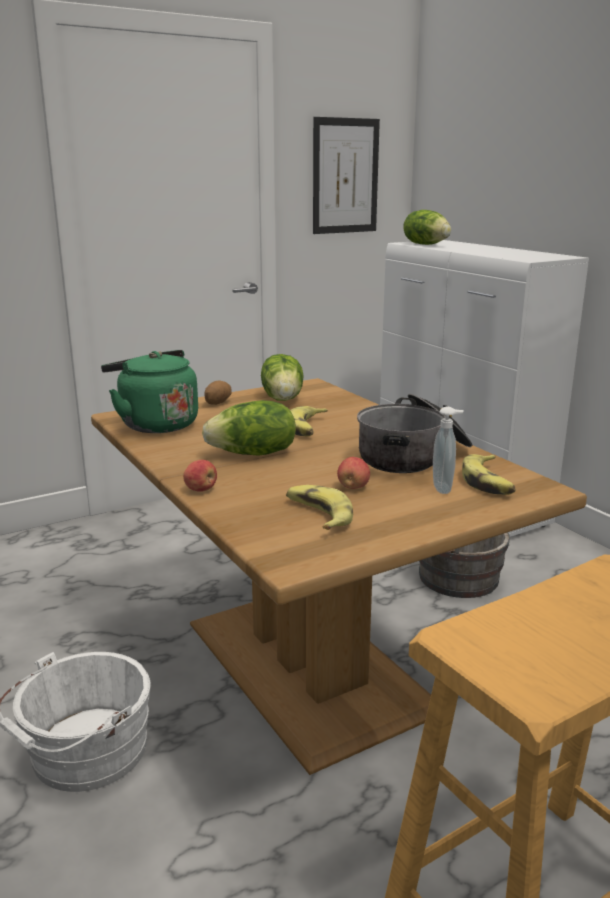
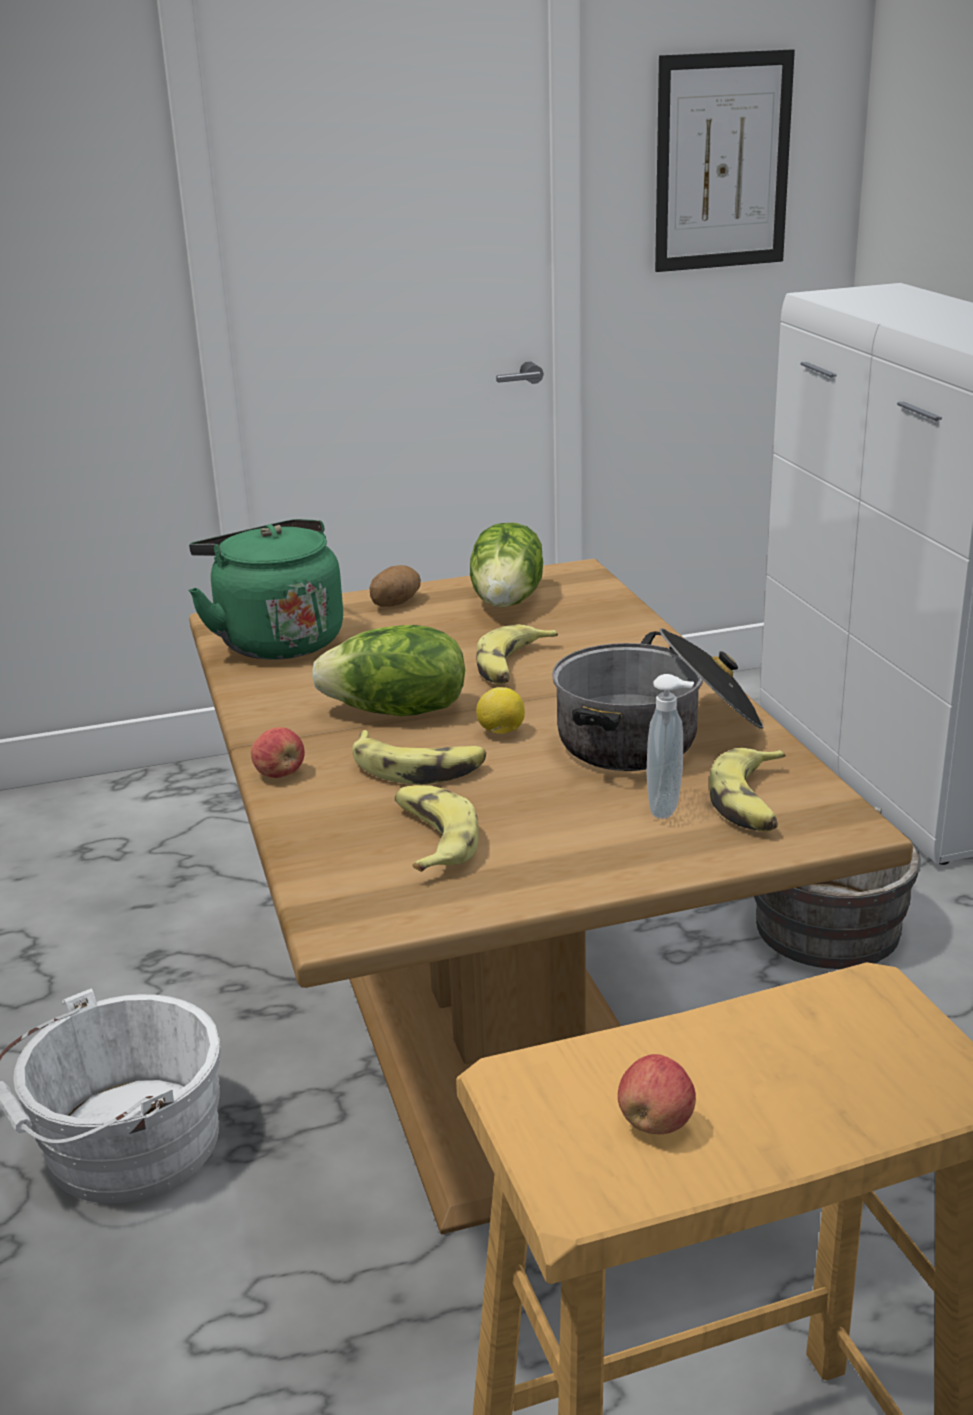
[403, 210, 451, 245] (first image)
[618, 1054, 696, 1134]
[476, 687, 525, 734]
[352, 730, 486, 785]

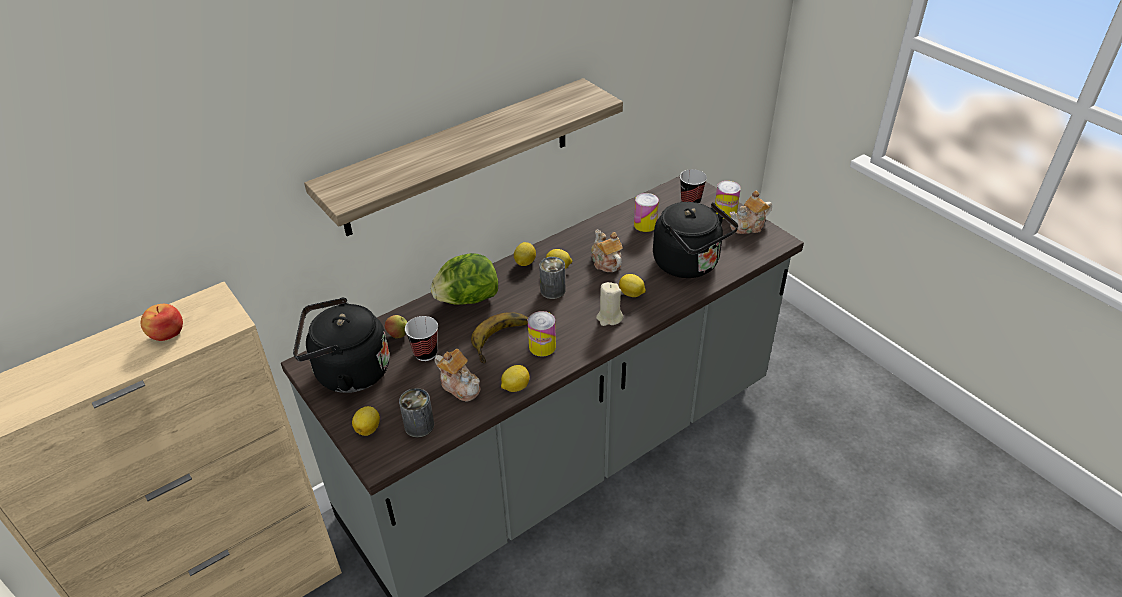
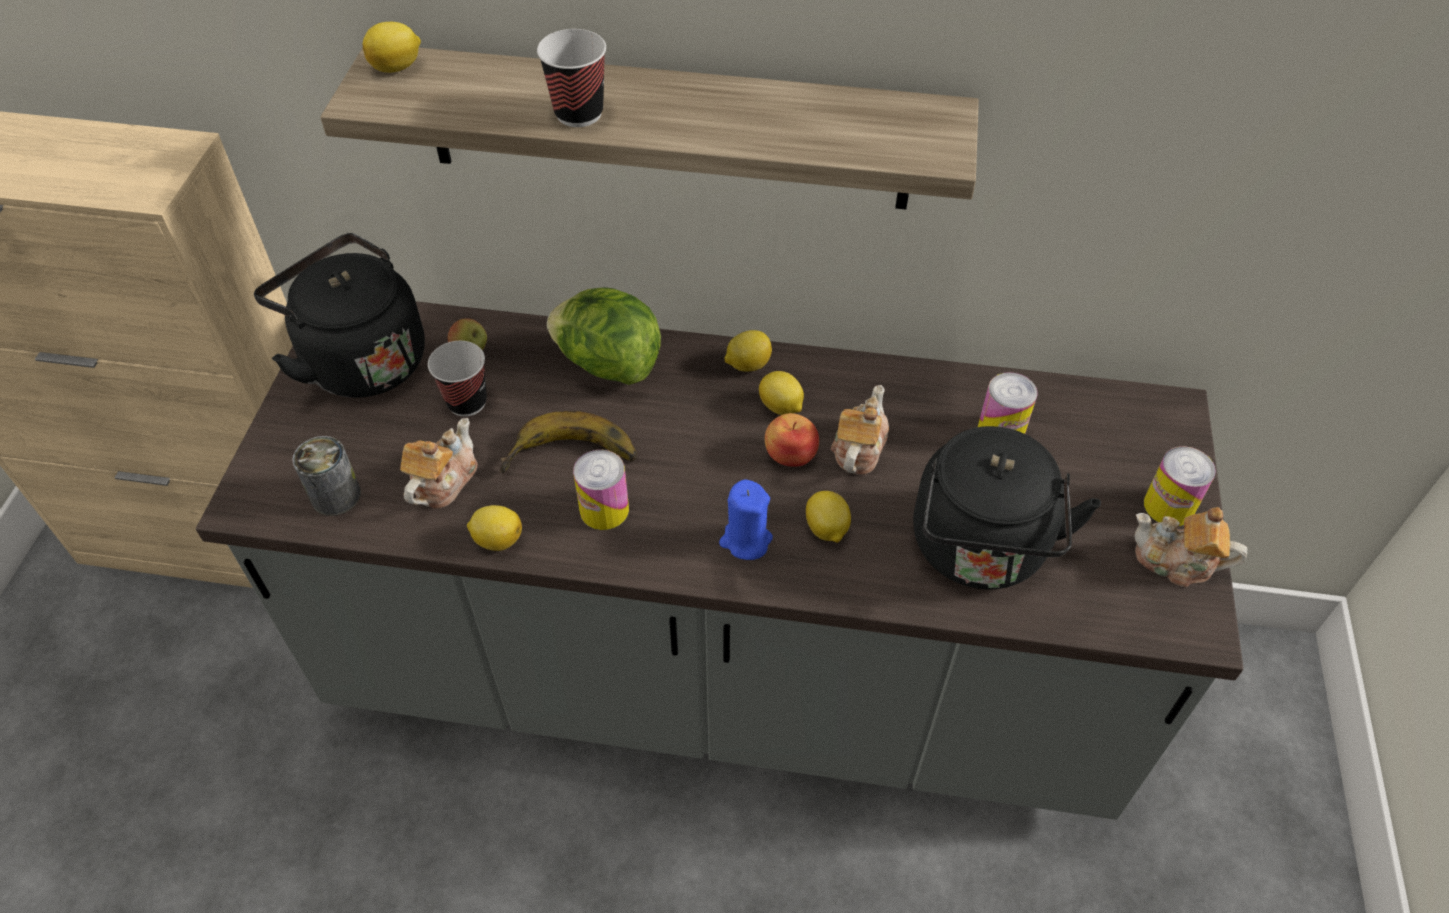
[537, 29, 606, 127]
[539, 257, 565, 299] (first image)
[719, 479, 773, 560]
[765, 413, 819, 467]
[400, 418, 477, 509]
[362, 22, 421, 73]

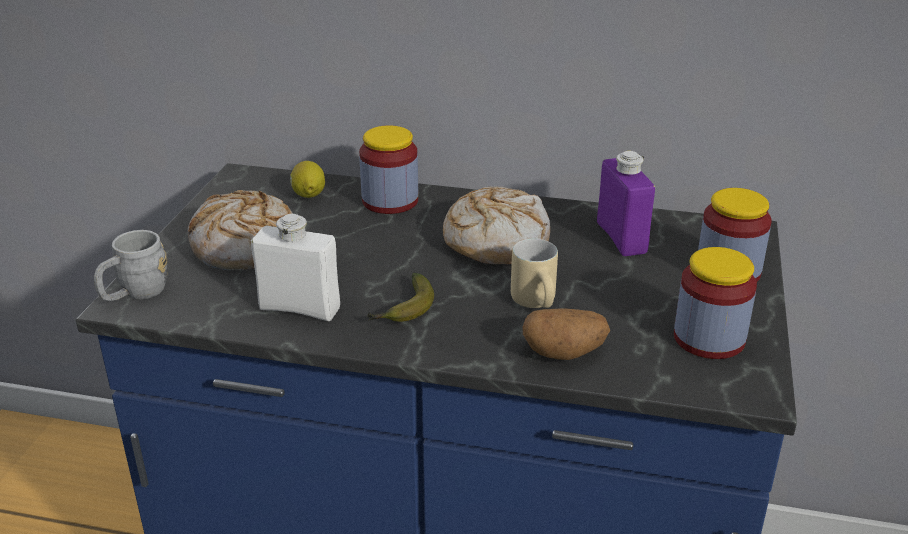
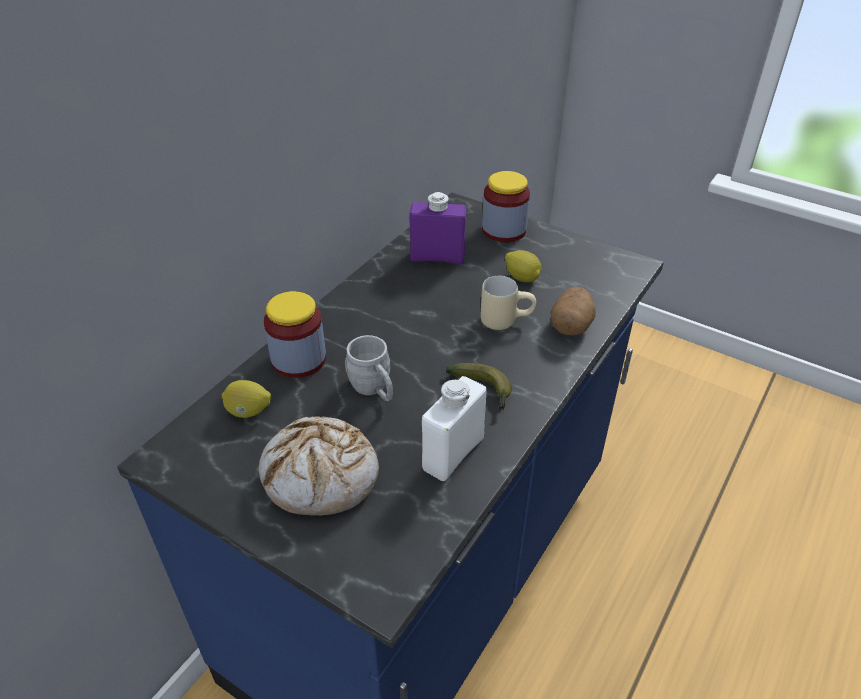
[443, 186, 550, 265] (first image)
[345, 335, 393, 401]
[674, 247, 757, 359] (first image)
[505, 250, 542, 282]

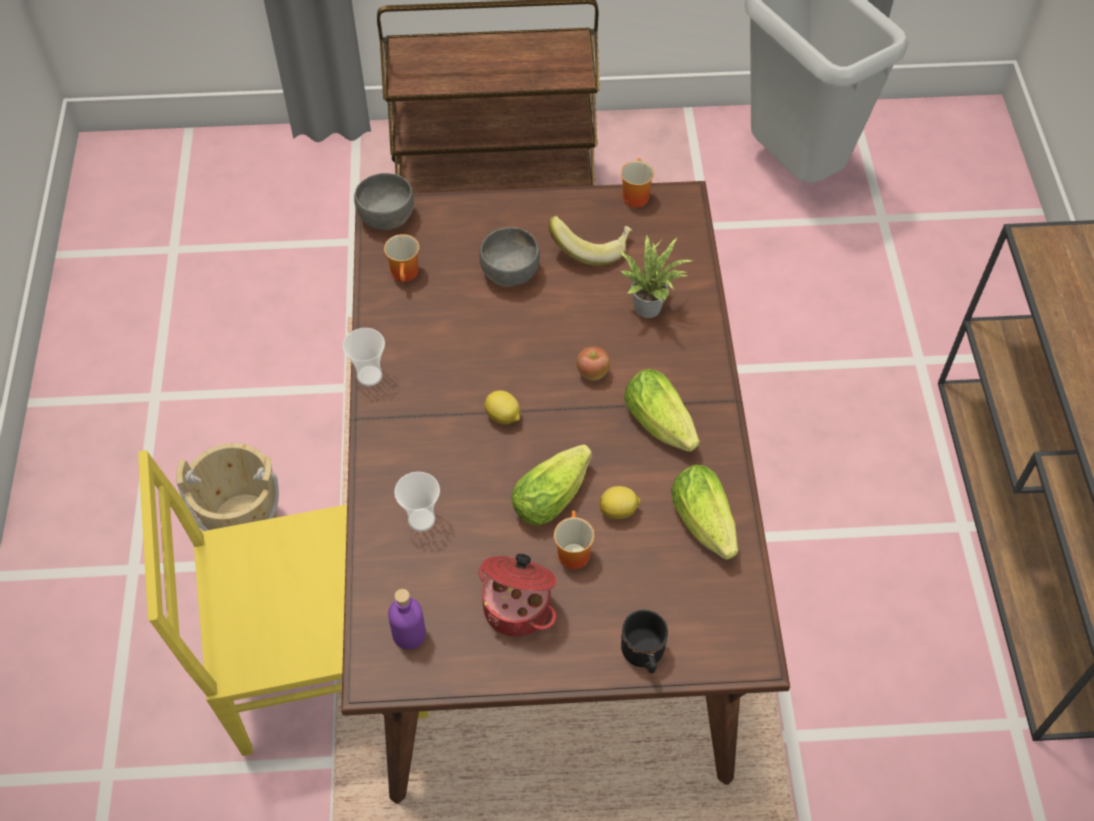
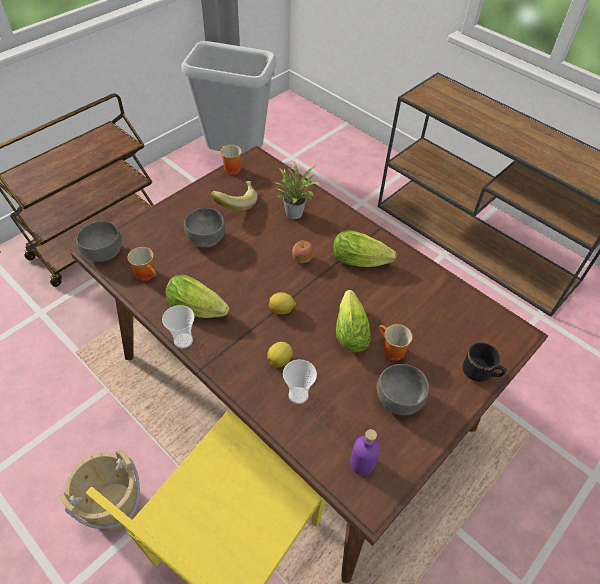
[165, 275, 229, 318]
[267, 342, 293, 367]
[377, 364, 429, 415]

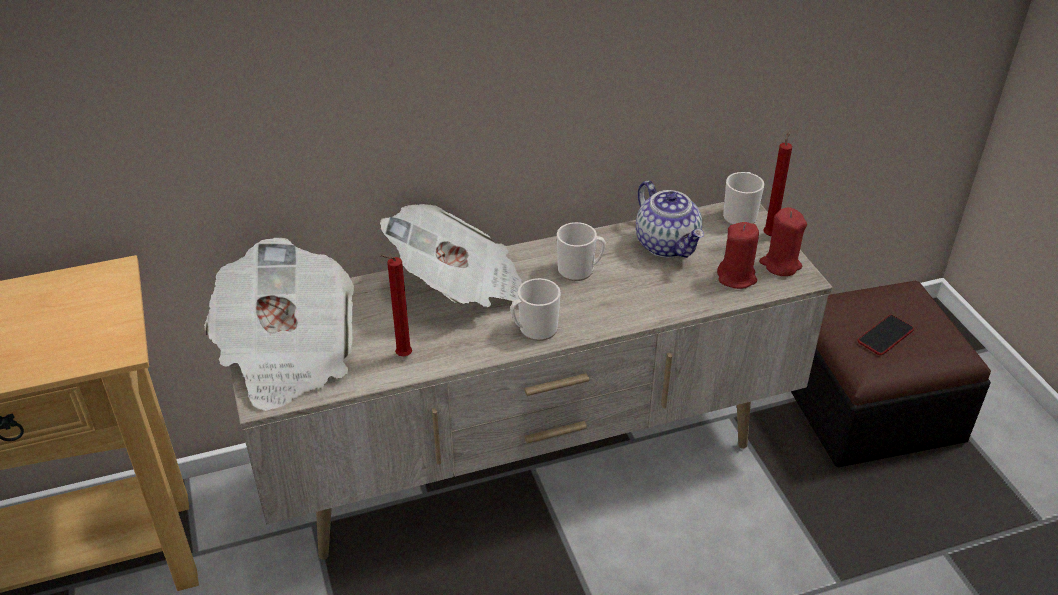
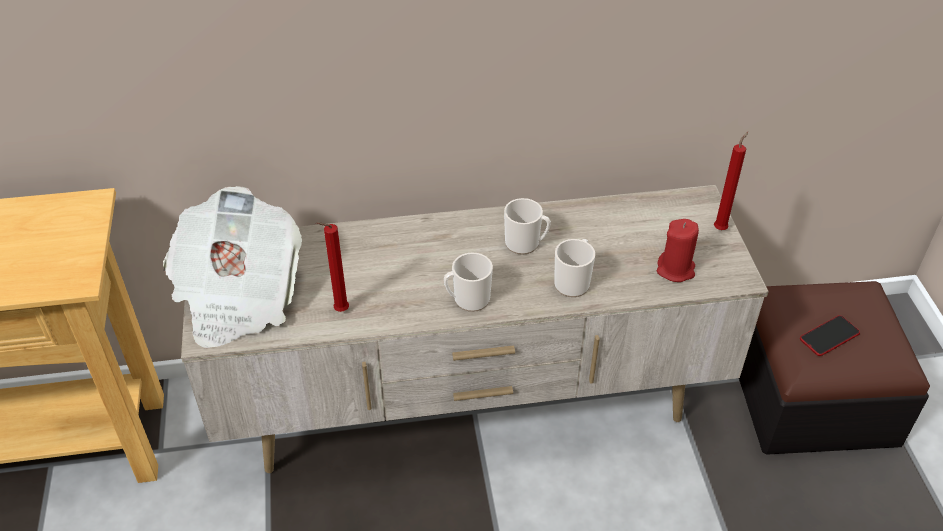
[554, 239, 595, 297]
[636, 181, 704, 258] (first image)
[380, 204, 523, 307] (first image)
[759, 207, 807, 276] (first image)

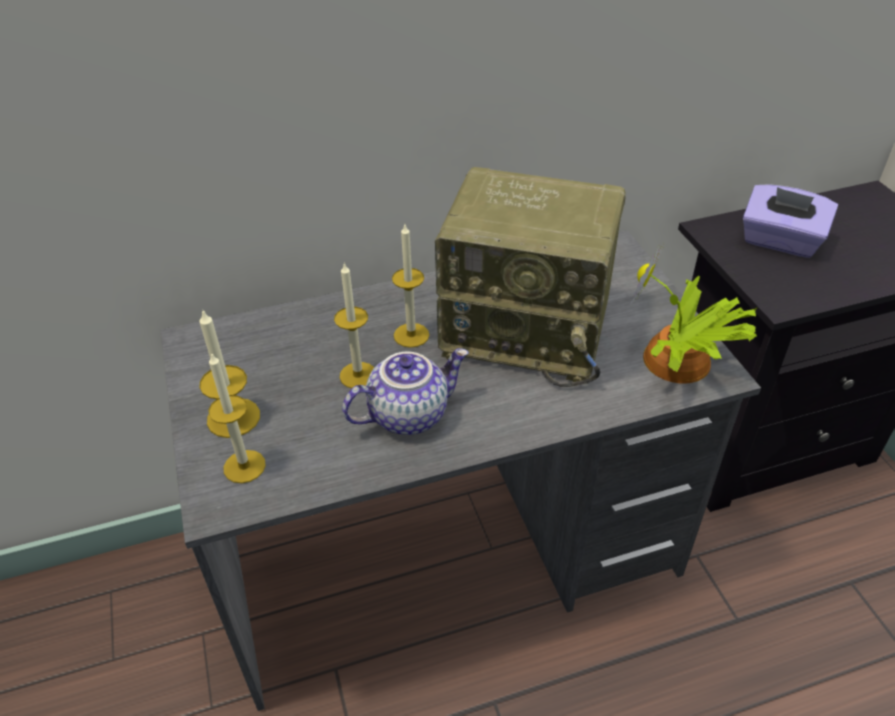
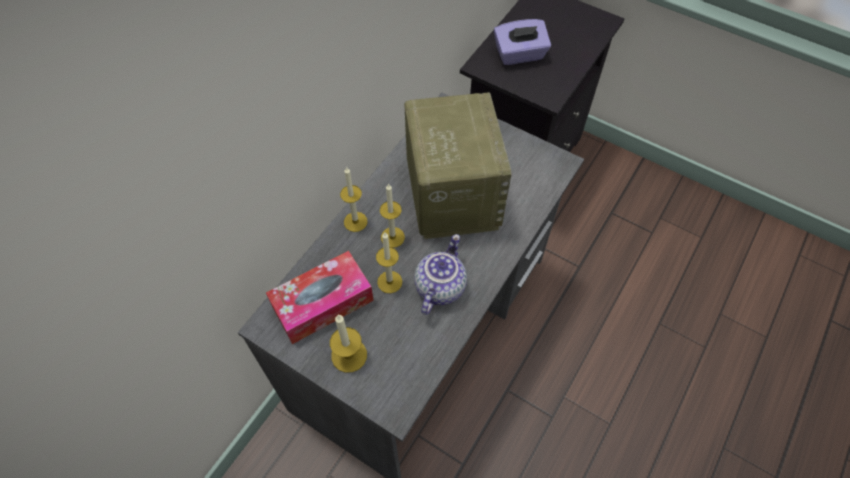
[404, 92, 512, 239]
[631, 243, 757, 384] (first image)
[340, 167, 368, 232]
[266, 251, 374, 344]

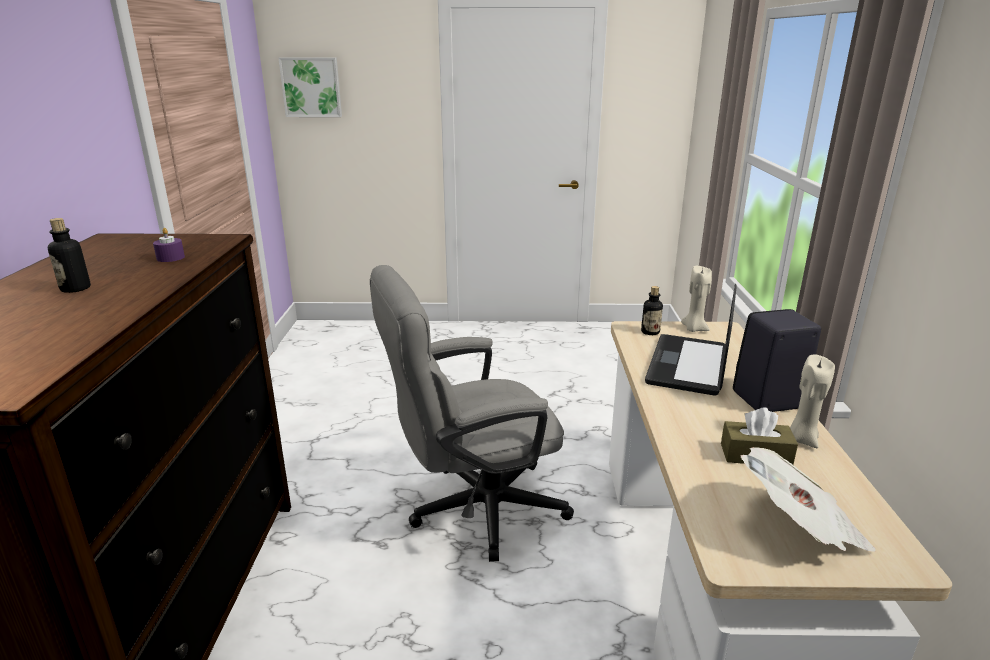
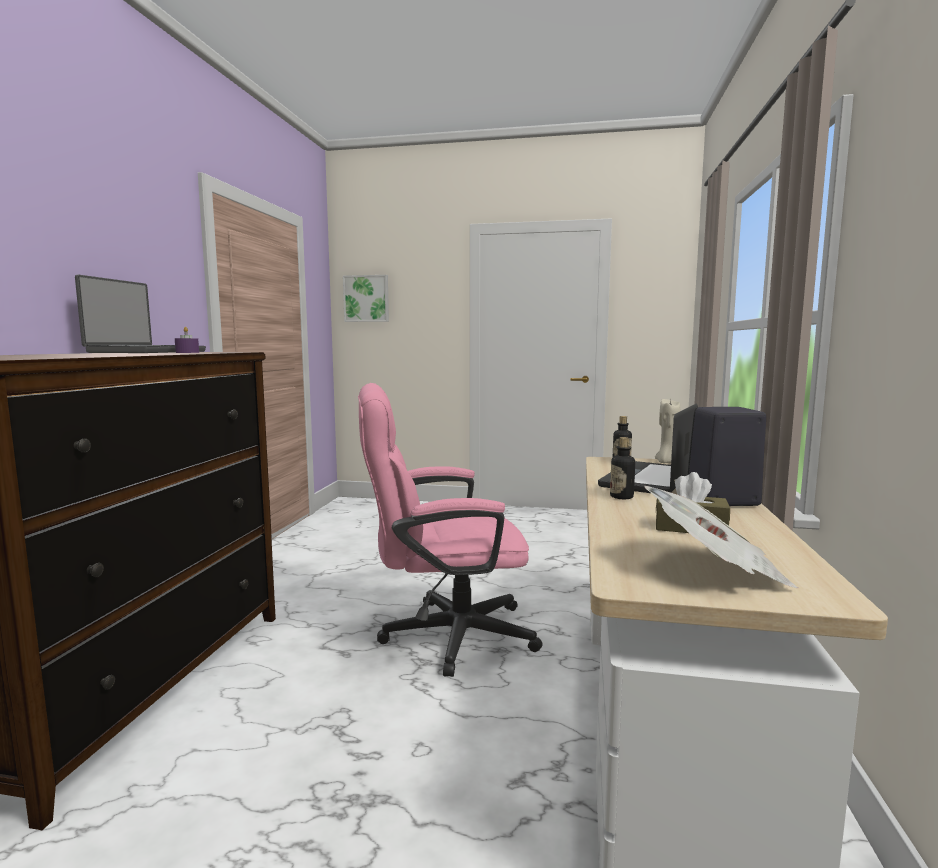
[610, 437, 635, 499]
[358, 383, 543, 677]
[790, 354, 835, 448] (first image)
[75, 275, 206, 353]

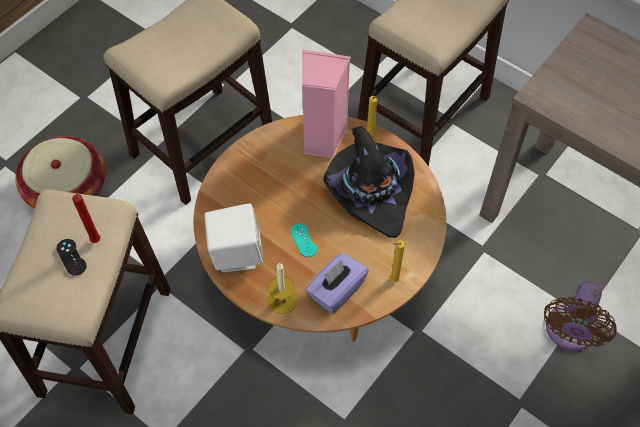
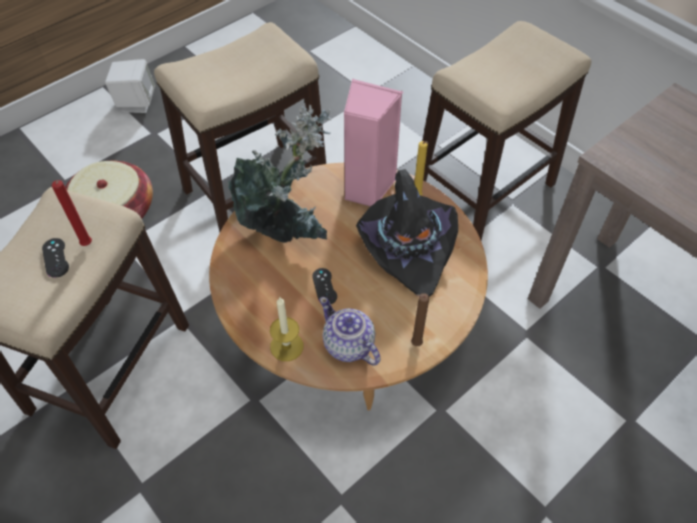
[105, 59, 155, 113]
[312, 268, 337, 304]
[411, 293, 429, 346]
[319, 297, 381, 366]
[544, 281, 617, 351] (first image)
[228, 104, 332, 243]

